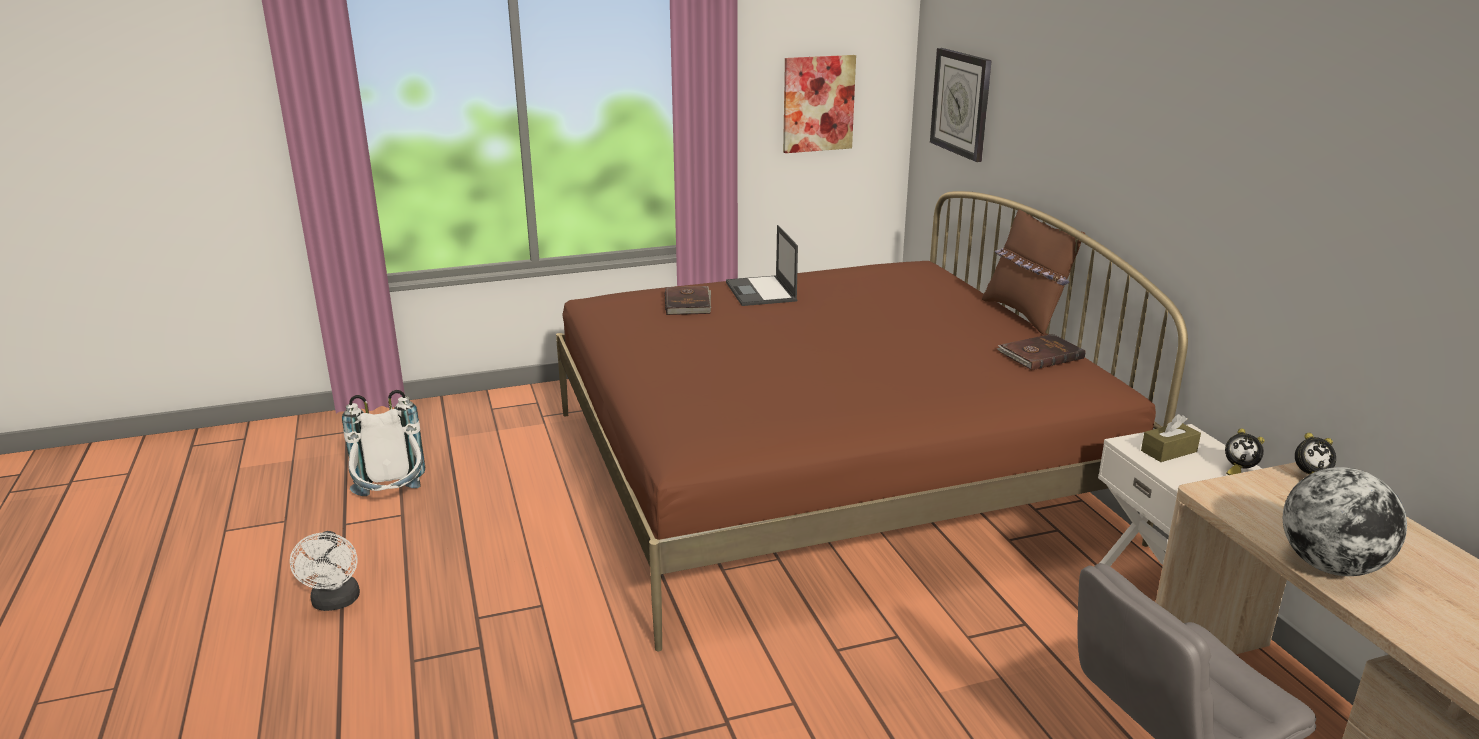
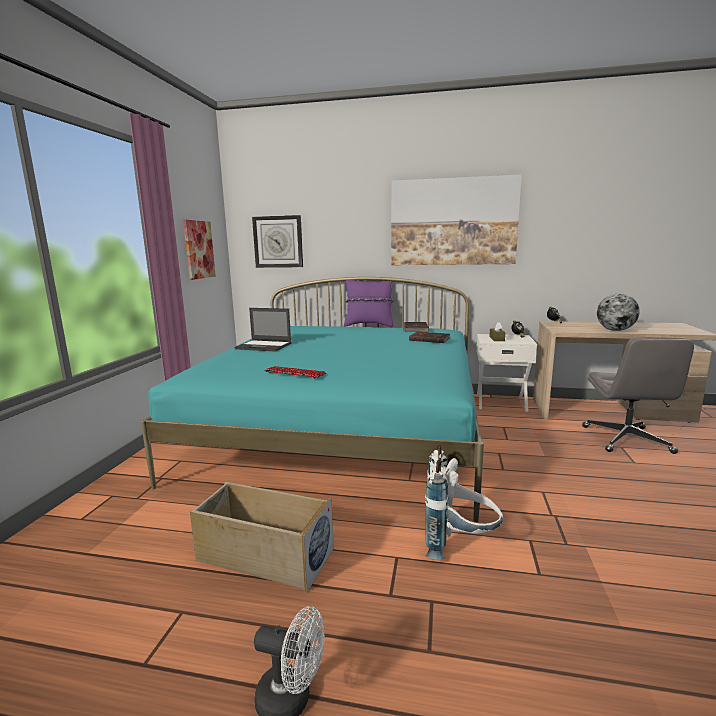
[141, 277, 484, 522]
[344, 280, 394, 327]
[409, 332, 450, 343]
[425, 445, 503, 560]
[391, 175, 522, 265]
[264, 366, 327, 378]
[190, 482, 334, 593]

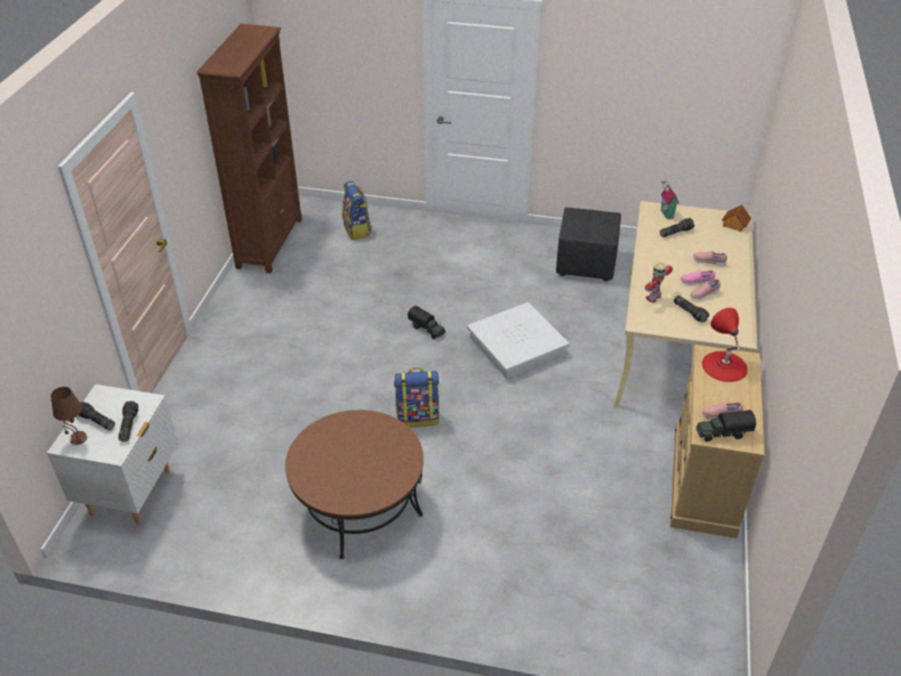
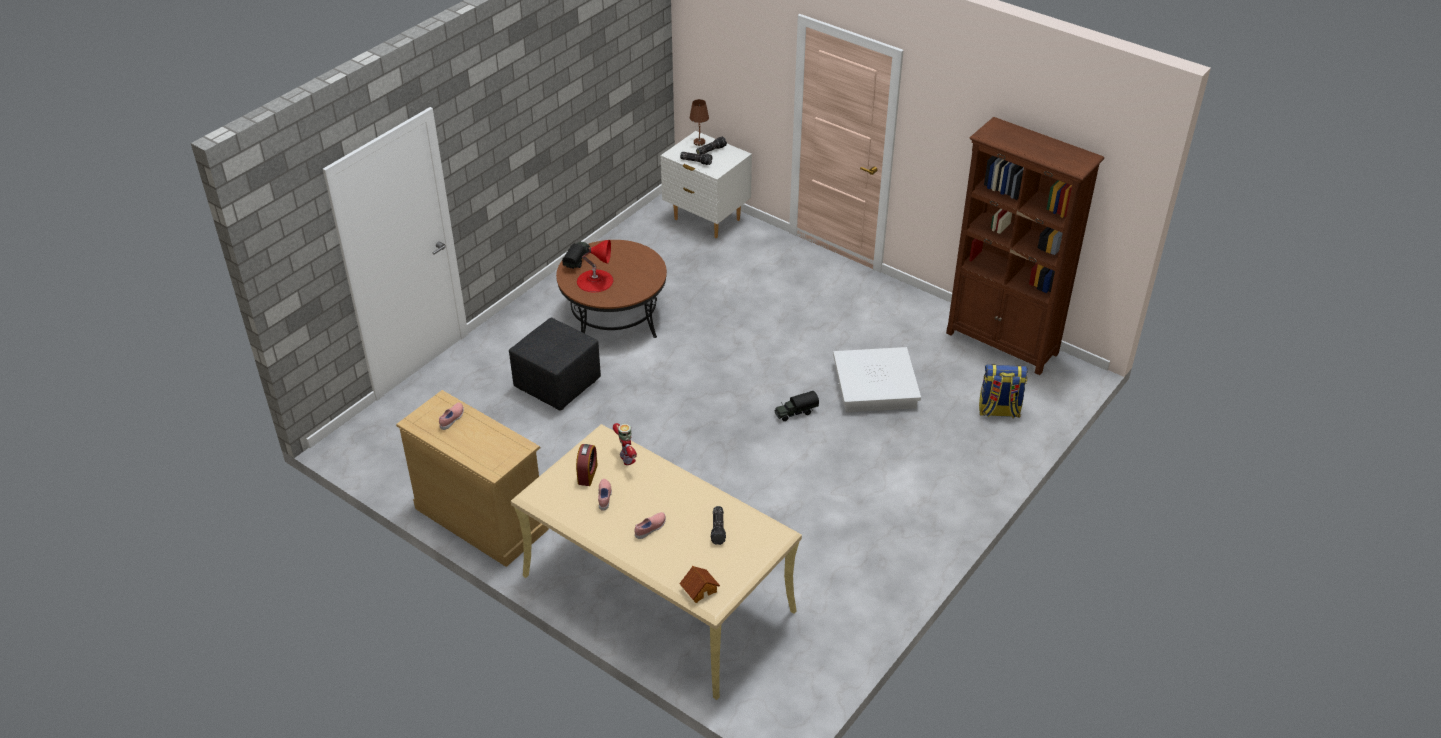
[661, 180, 679, 219] (first image)
[509, 318, 601, 410]
[681, 270, 715, 285] (first image)
[576, 444, 598, 486]
[833, 347, 921, 413]
[577, 240, 613, 293]
[394, 368, 439, 428] (first image)
[562, 242, 590, 269]

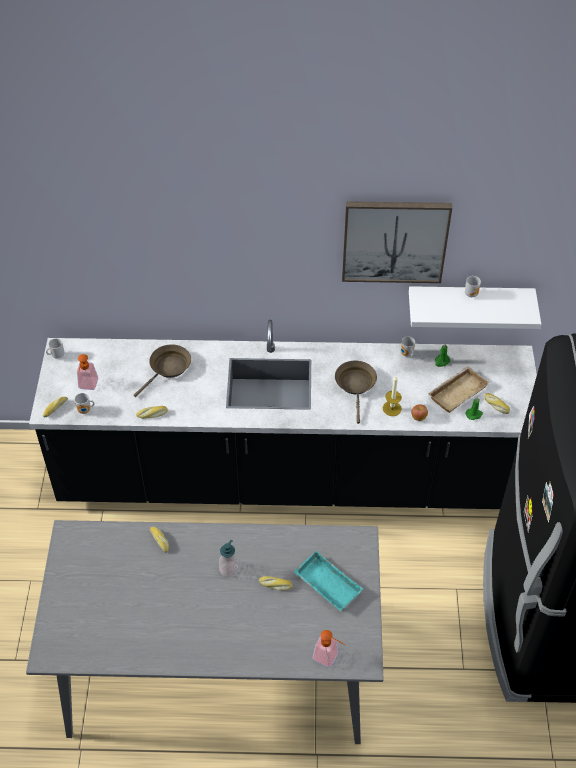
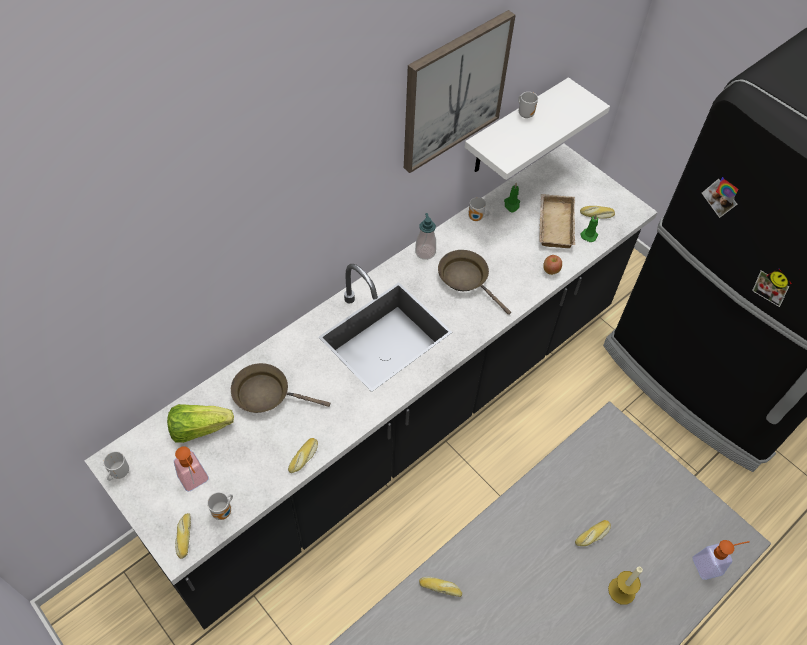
[231, 363, 330, 413]
[608, 567, 643, 605]
[415, 213, 436, 260]
[294, 551, 363, 611] (first image)
[167, 404, 234, 443]

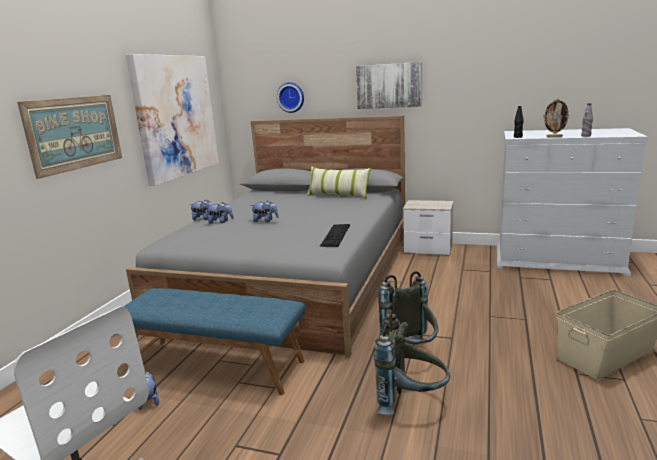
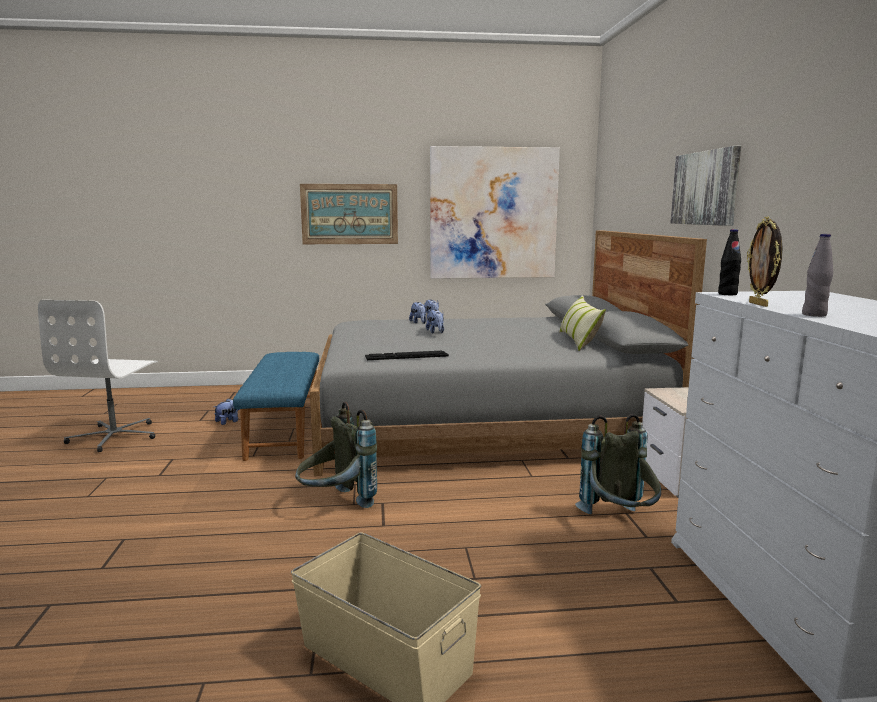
[277, 82, 304, 113] (first image)
[575, 414, 661, 515]

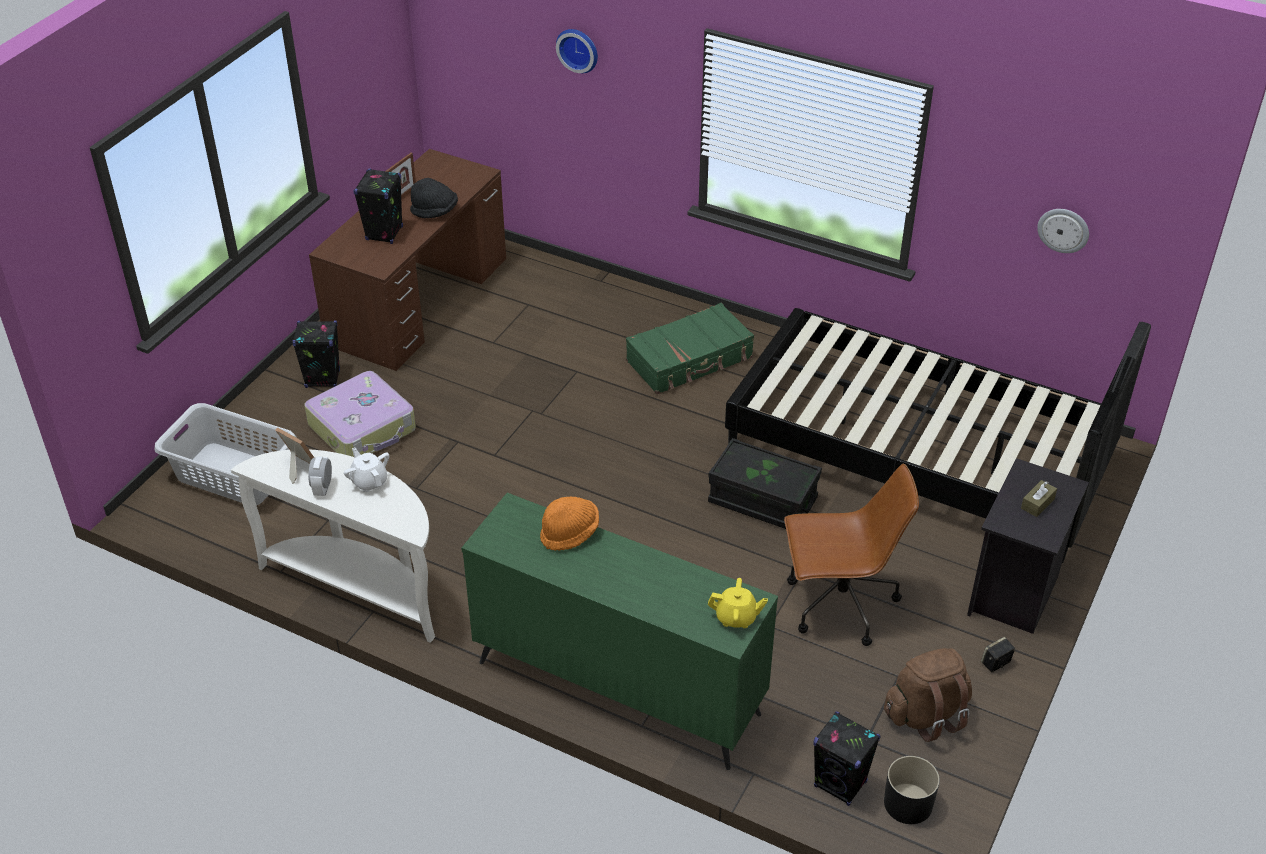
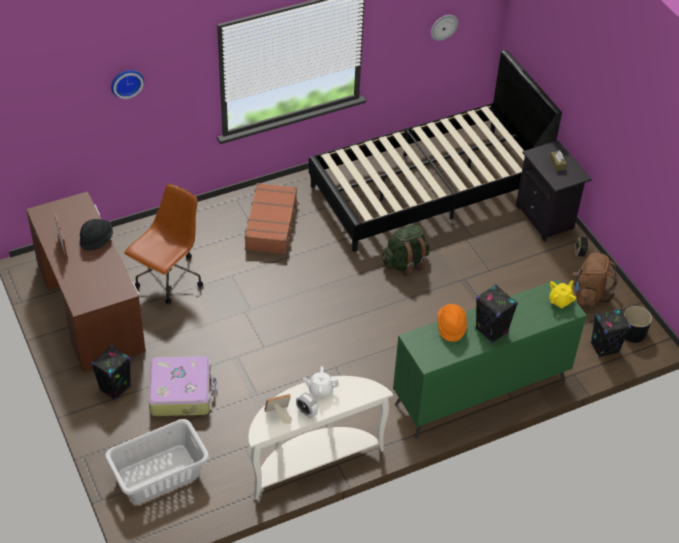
[475, 285, 518, 343]
[245, 183, 299, 254]
[382, 225, 430, 276]
[124, 184, 203, 304]

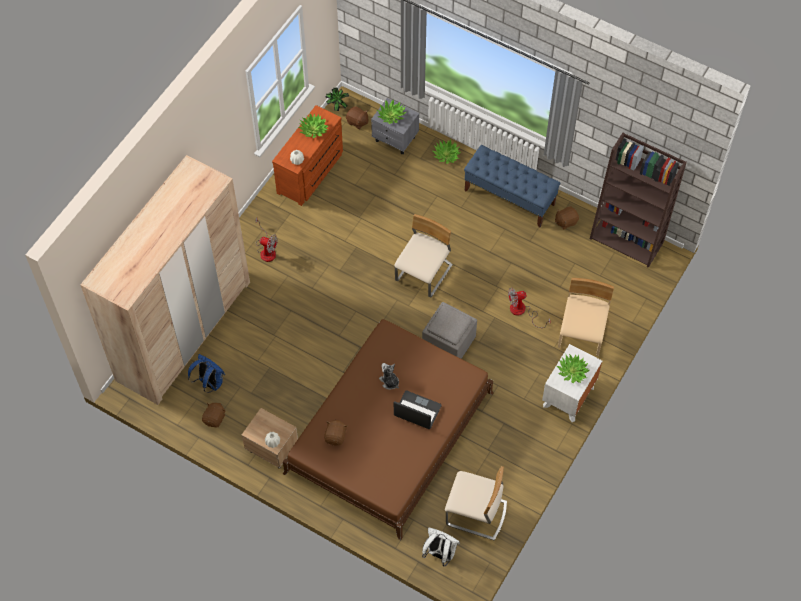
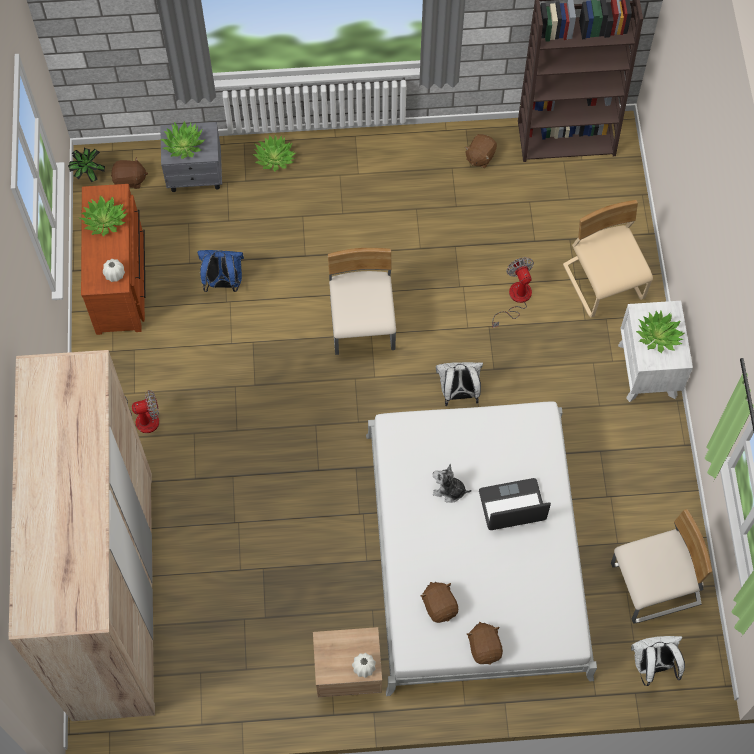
[464, 145, 560, 227] (first image)
[492, 257, 534, 328]
[436, 362, 483, 406]
[366, 402, 597, 696]
[197, 250, 244, 292]
[467, 622, 503, 665]

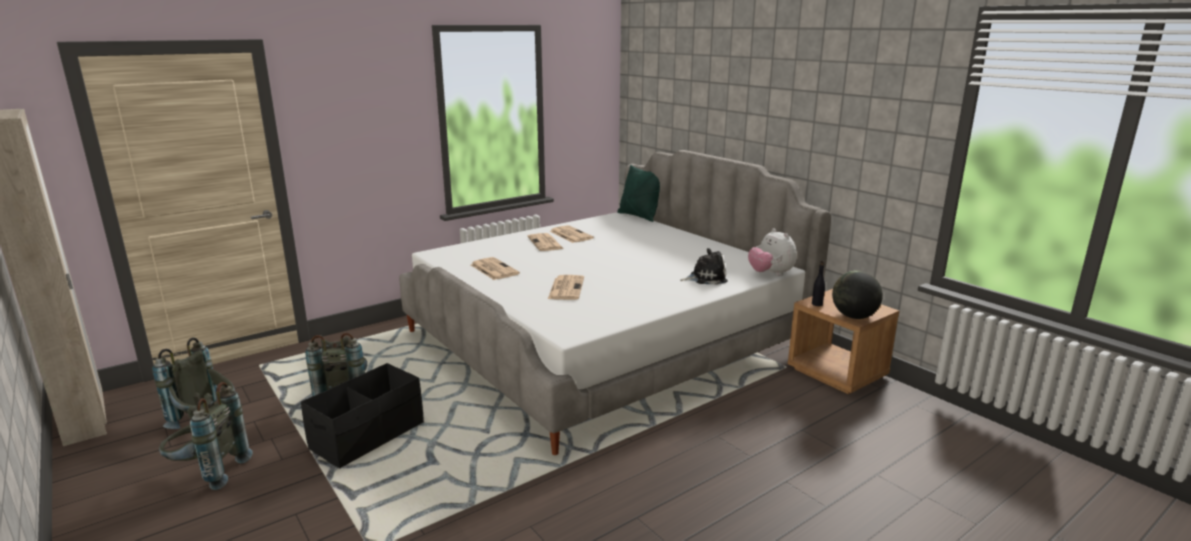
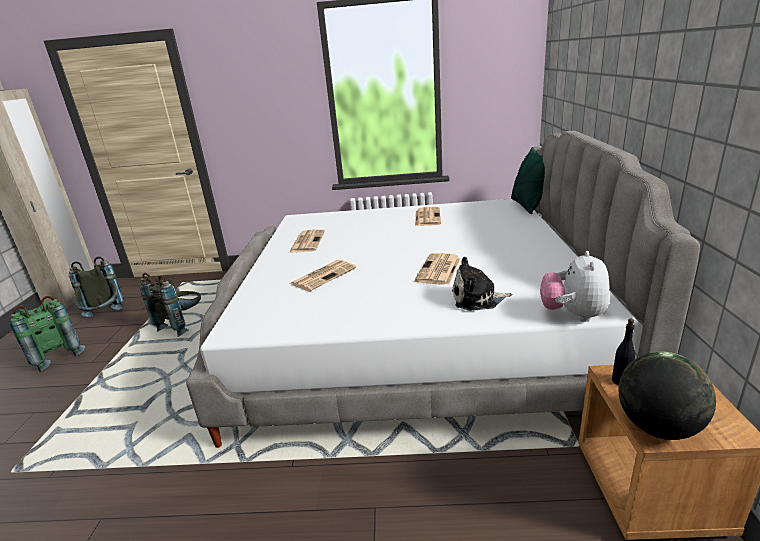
[415, 253, 461, 285]
[452, 257, 512, 311]
[301, 363, 424, 468] (first image)
[10, 296, 85, 371]

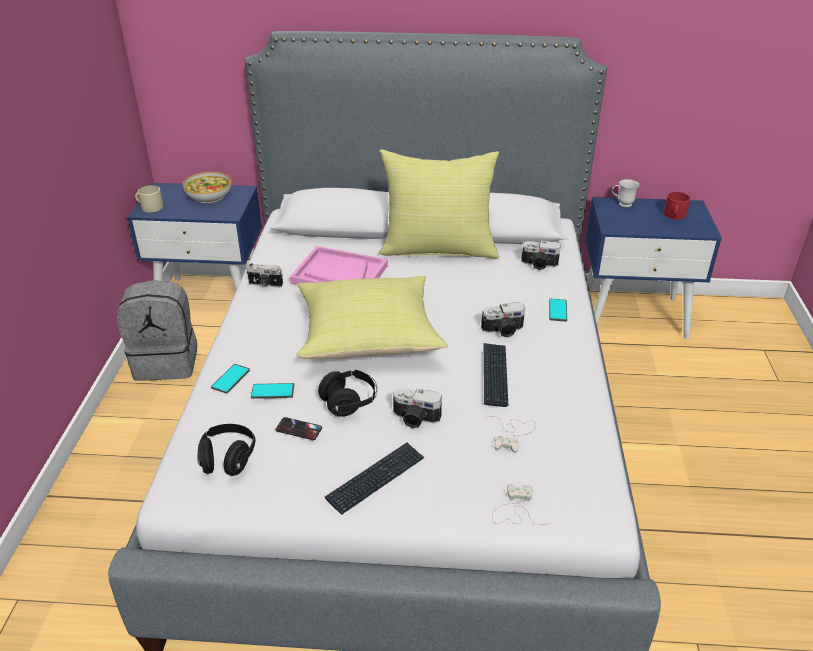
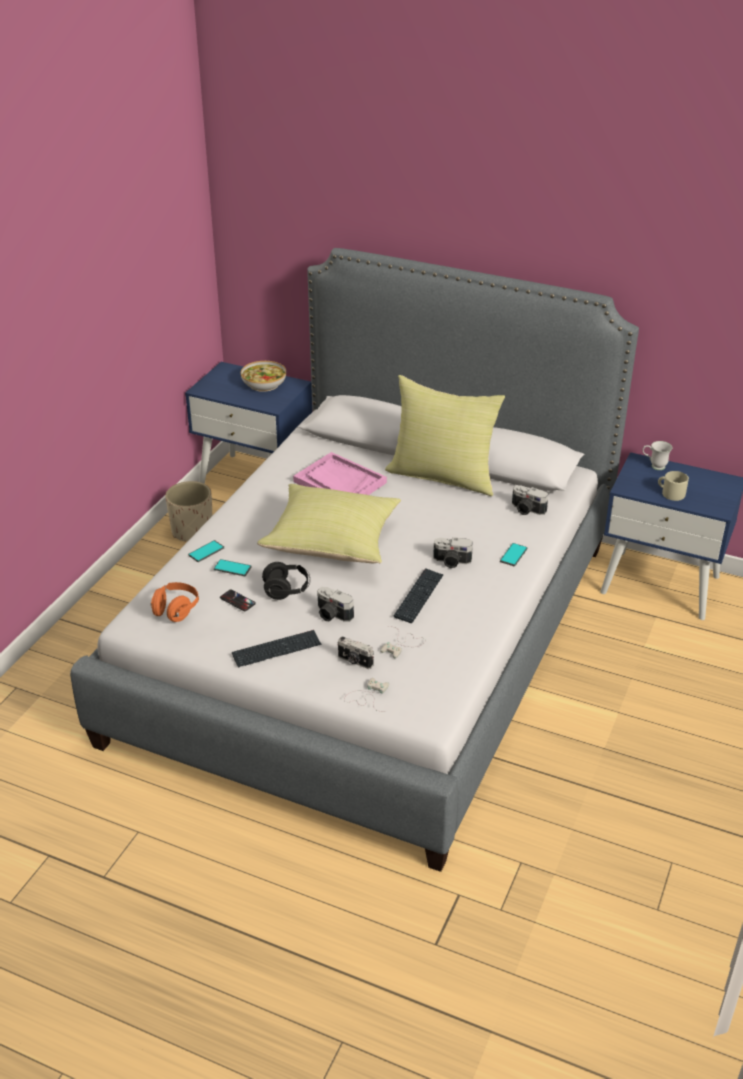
[658, 471, 689, 501]
[664, 192, 690, 220] (first image)
[338, 637, 374, 669]
[165, 481, 212, 542]
[151, 582, 199, 622]

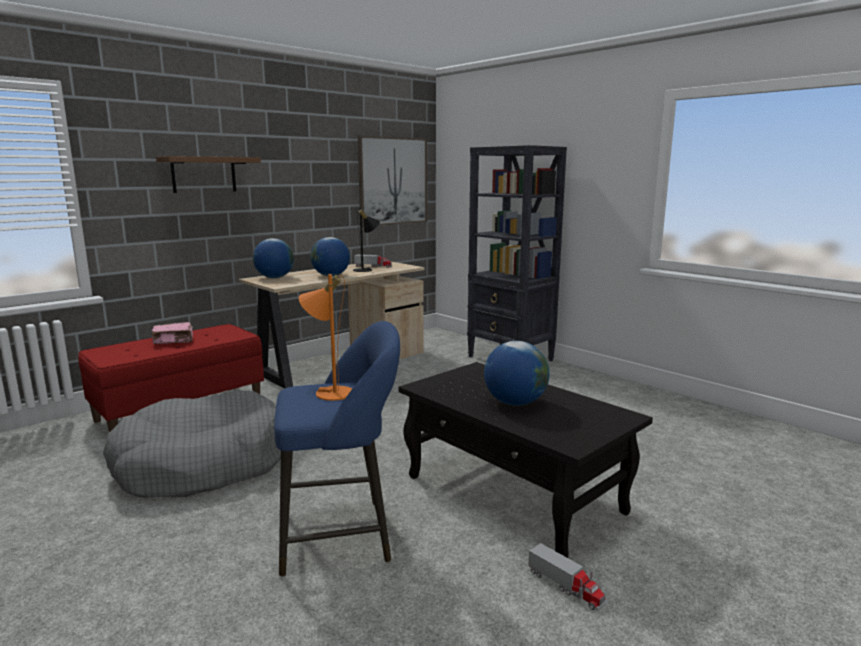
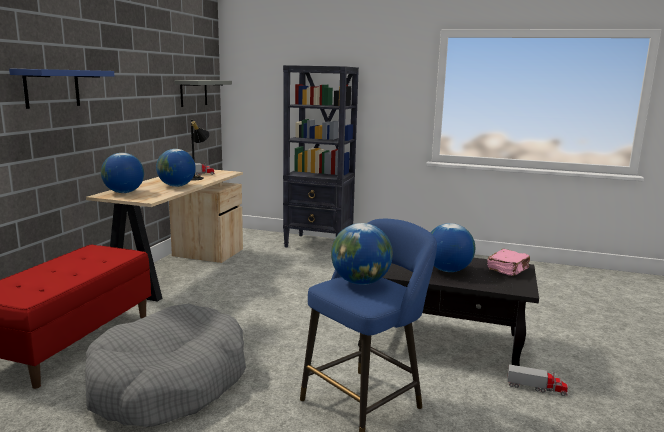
[175, 80, 232, 107]
[9, 68, 114, 109]
[331, 223, 393, 285]
[488, 249, 530, 276]

